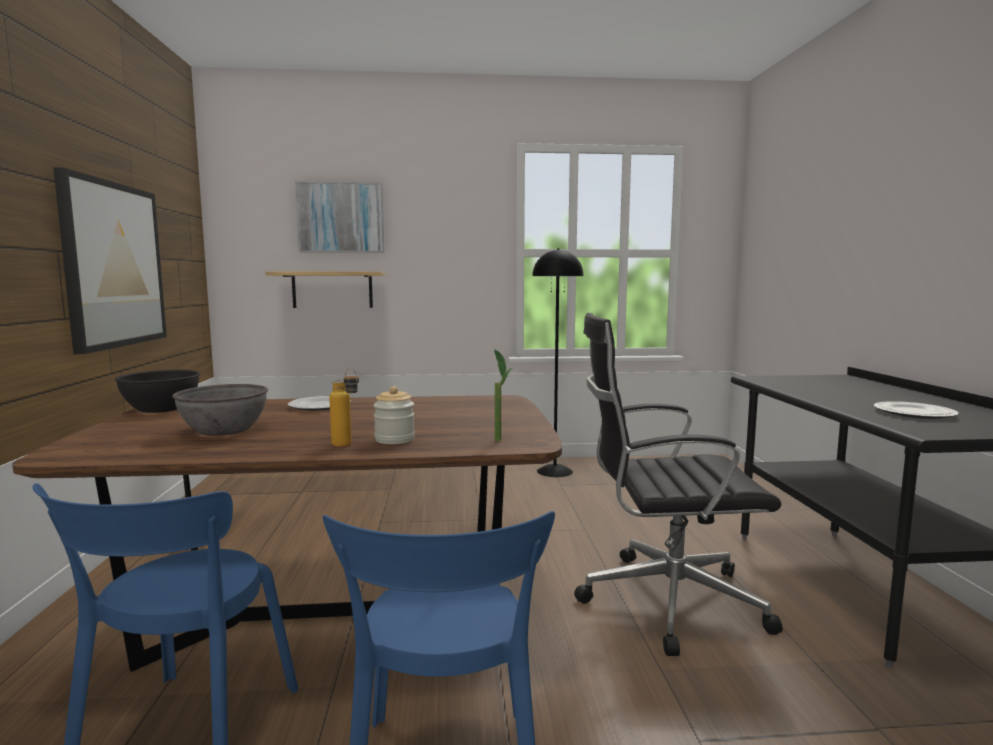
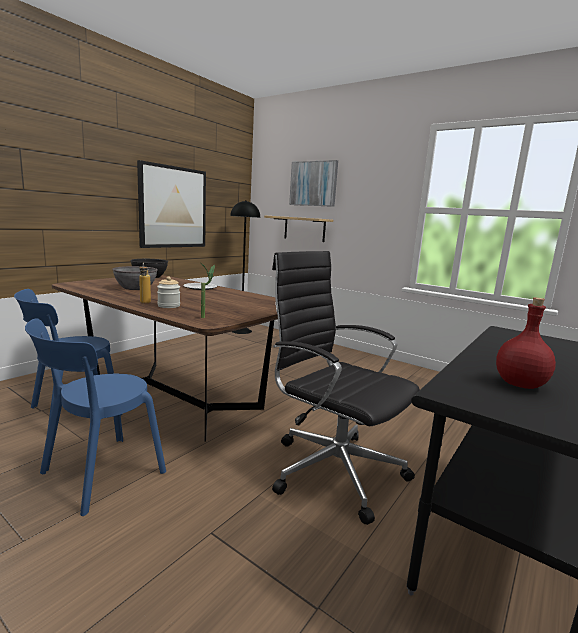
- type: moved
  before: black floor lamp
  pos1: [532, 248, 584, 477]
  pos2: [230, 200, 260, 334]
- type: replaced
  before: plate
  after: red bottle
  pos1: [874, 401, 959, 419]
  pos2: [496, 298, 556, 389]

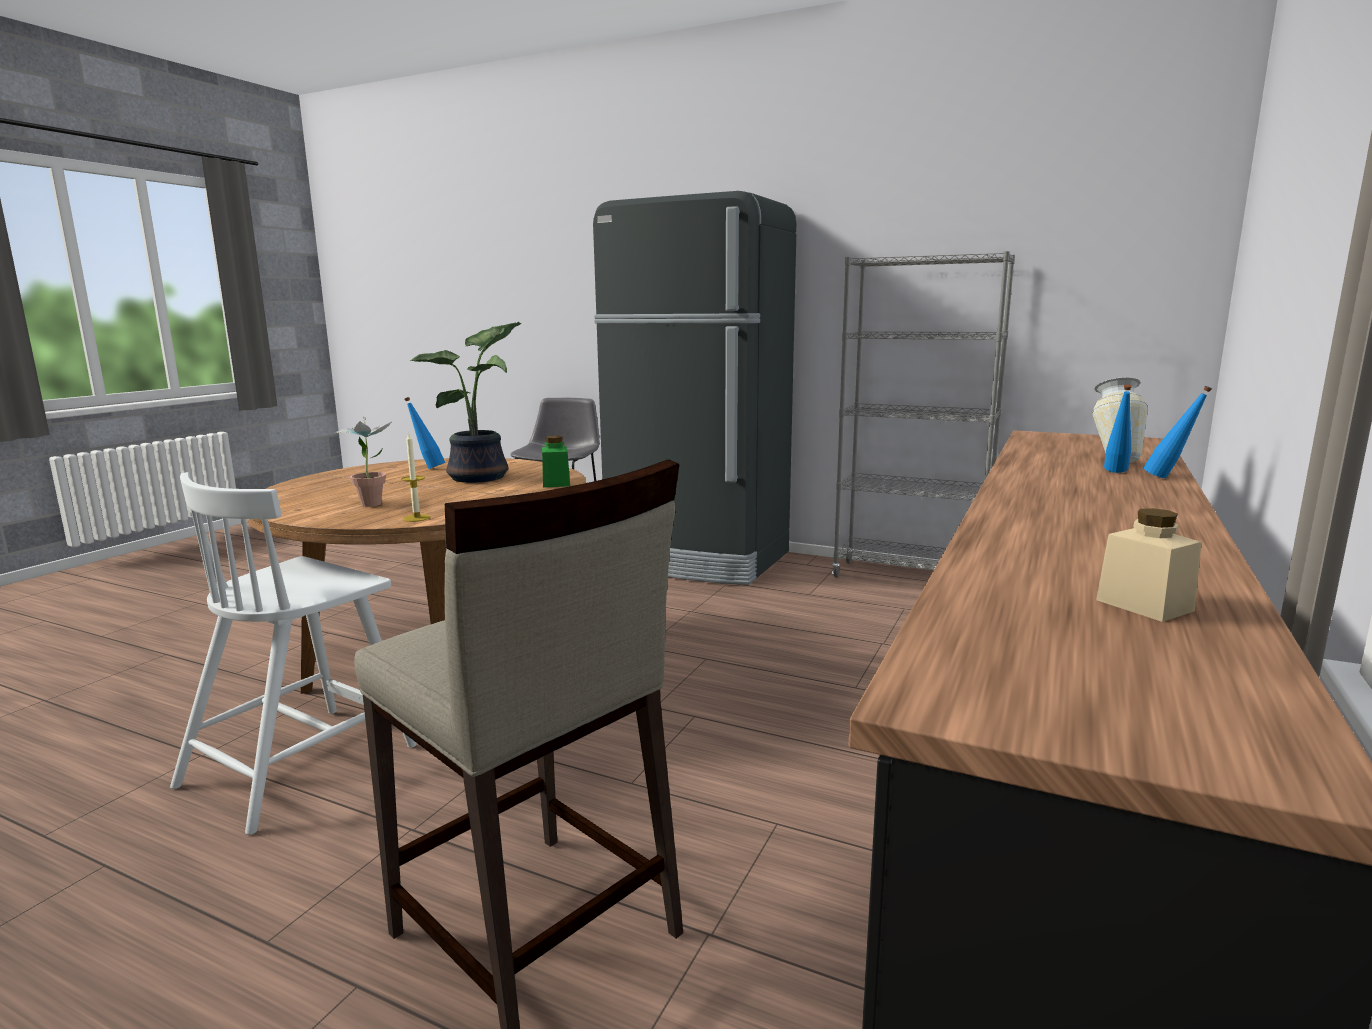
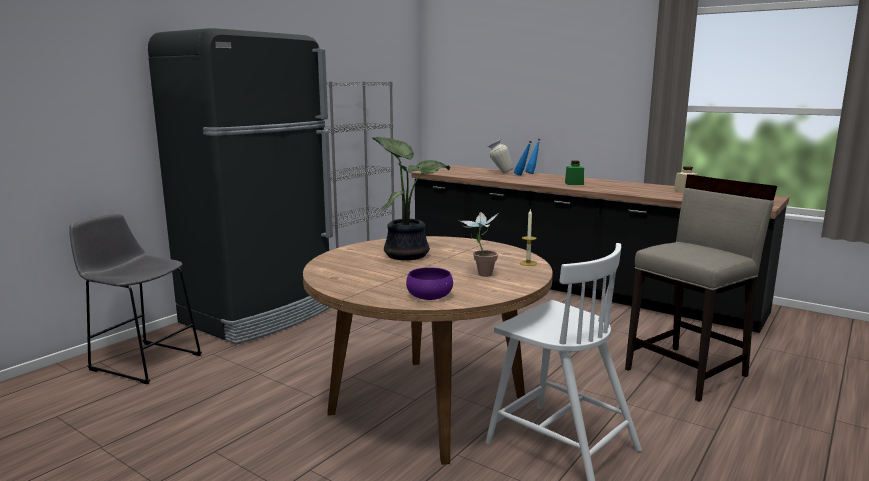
- type: added
  after: purple bowl
  pos2: [406, 267, 453, 300]
- type: moved
  before: green jar
  pos1: [542, 436, 570, 488]
  pos2: [565, 160, 584, 185]
- type: removed
  before: blue bottle
  pos1: [404, 397, 445, 469]

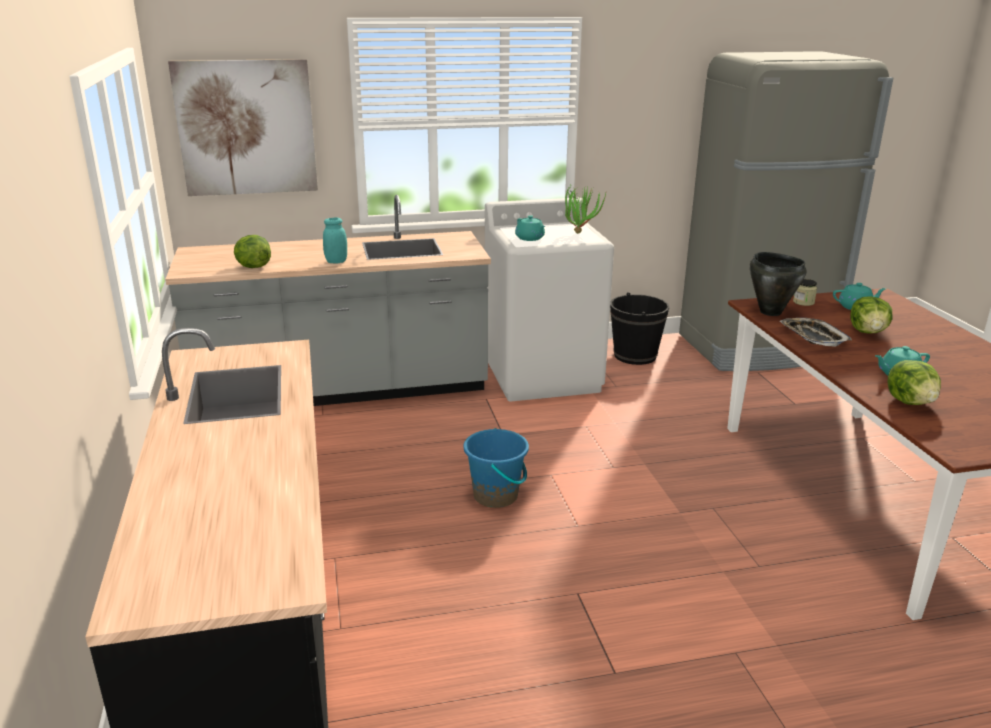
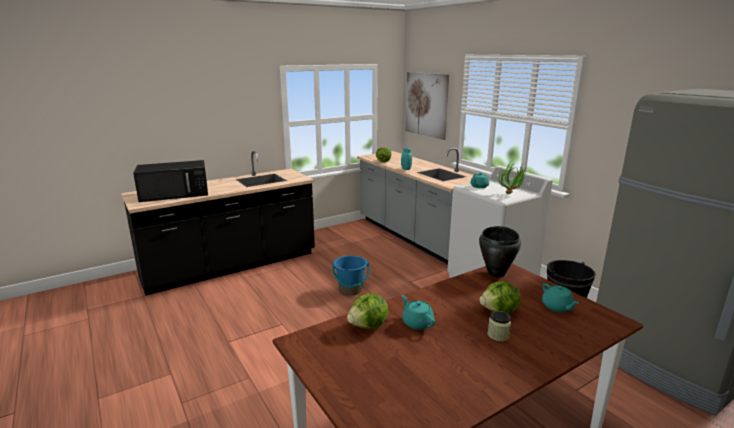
- type: added
  after: black microwave
  pos2: [133, 160, 208, 202]
- type: moved
  before: jar
  pos1: [793, 279, 817, 306]
  pos2: [488, 311, 511, 341]
- type: removed
  before: tray
  pos1: [780, 318, 852, 347]

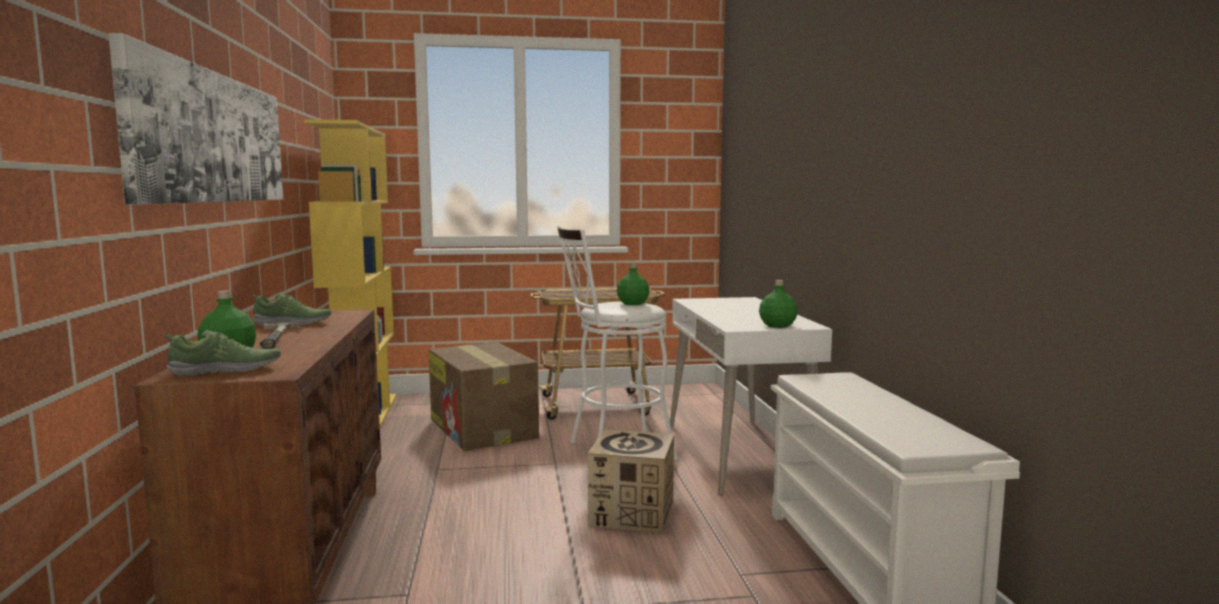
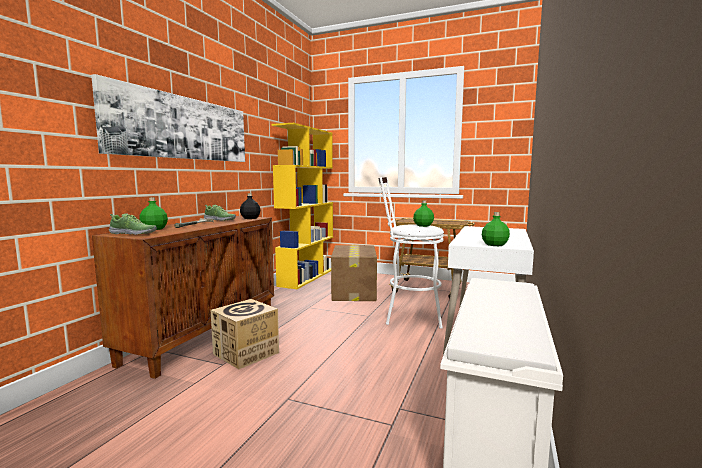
- type: moved
  before: cardboard box
  pos1: [588, 429, 674, 533]
  pos2: [211, 299, 279, 369]
- type: added
  after: black bottle
  pos2: [240, 193, 260, 219]

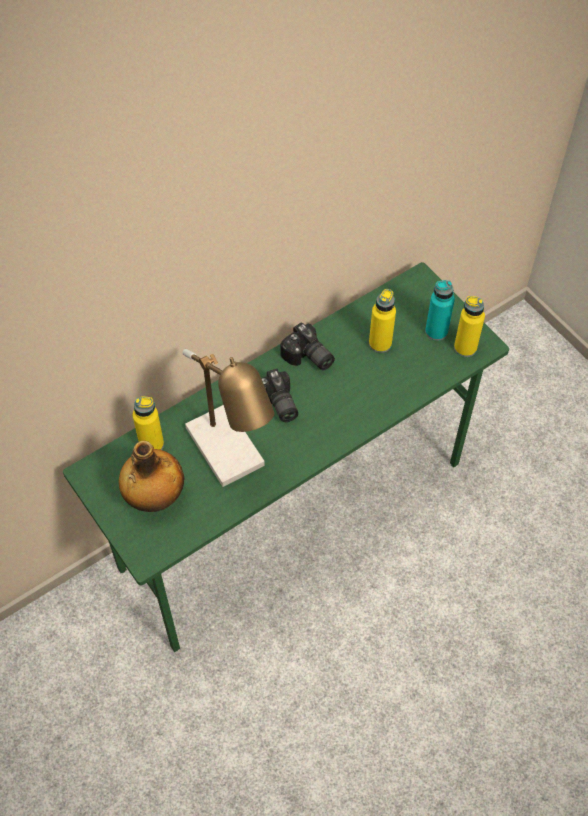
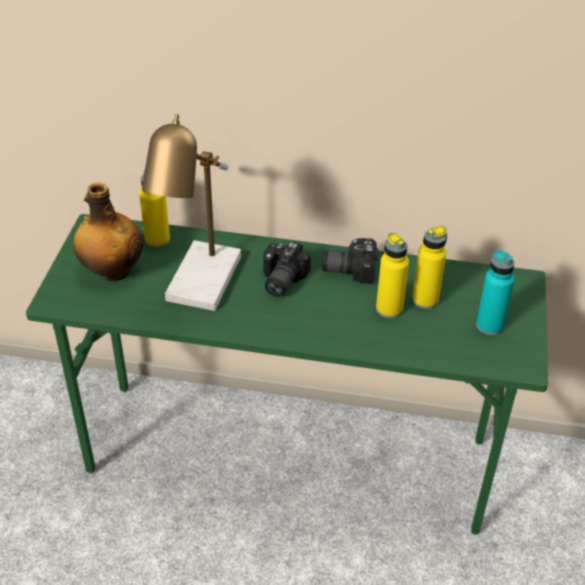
- type: turned
  before: photo camera
  pos1: [280, 322, 335, 370]
  pos2: [323, 238, 378, 284]
  turn: 90
- type: moved
  before: yellow bottle
  pos1: [454, 296, 485, 357]
  pos2: [376, 233, 409, 318]

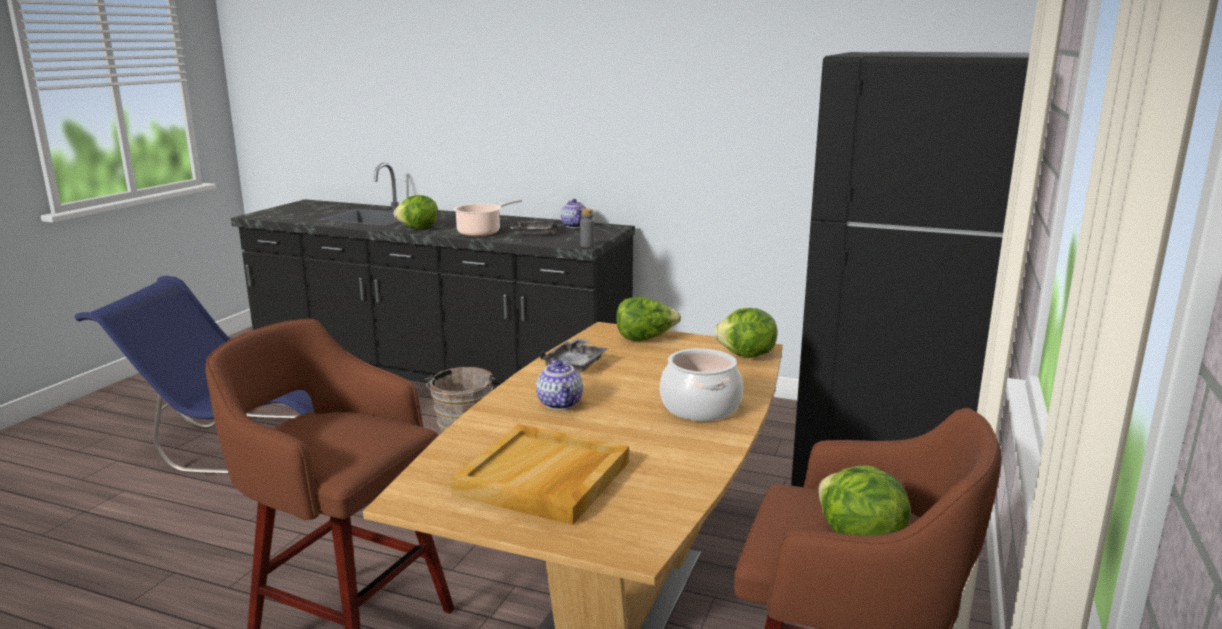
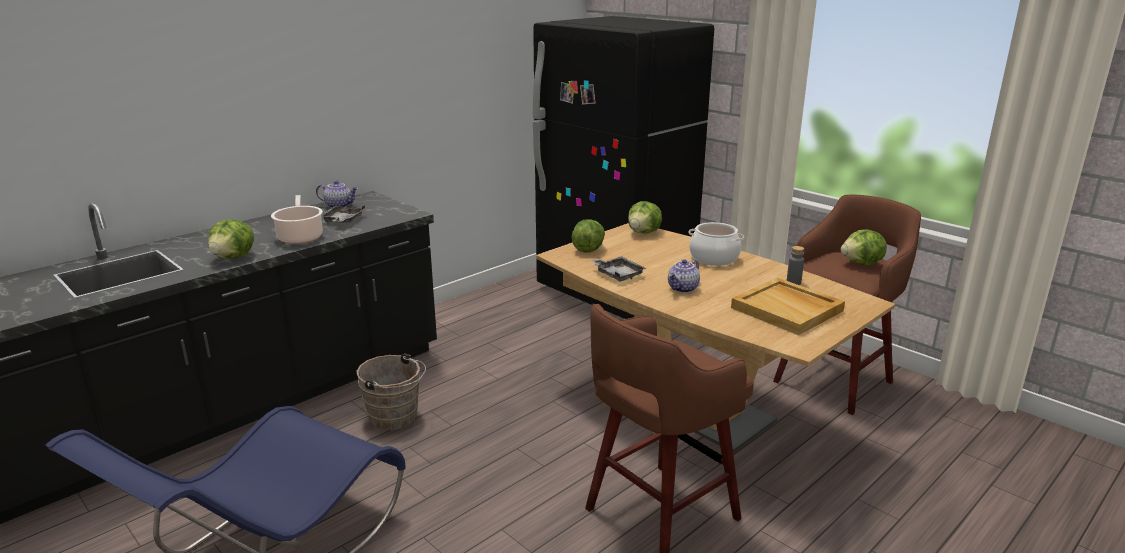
- type: turned
  before: teapot
  pos1: [536, 358, 583, 410]
  pos2: [668, 259, 700, 293]
  turn: 120
- type: moved
  before: grey bottle
  pos1: [580, 209, 594, 247]
  pos2: [787, 246, 804, 285]

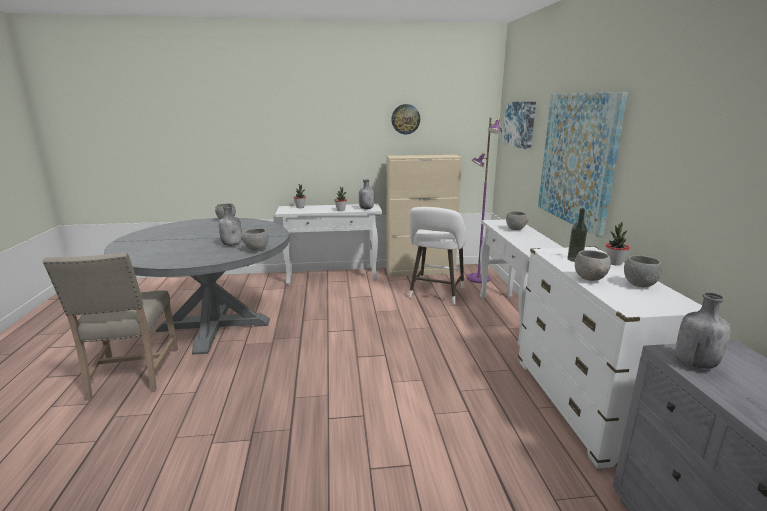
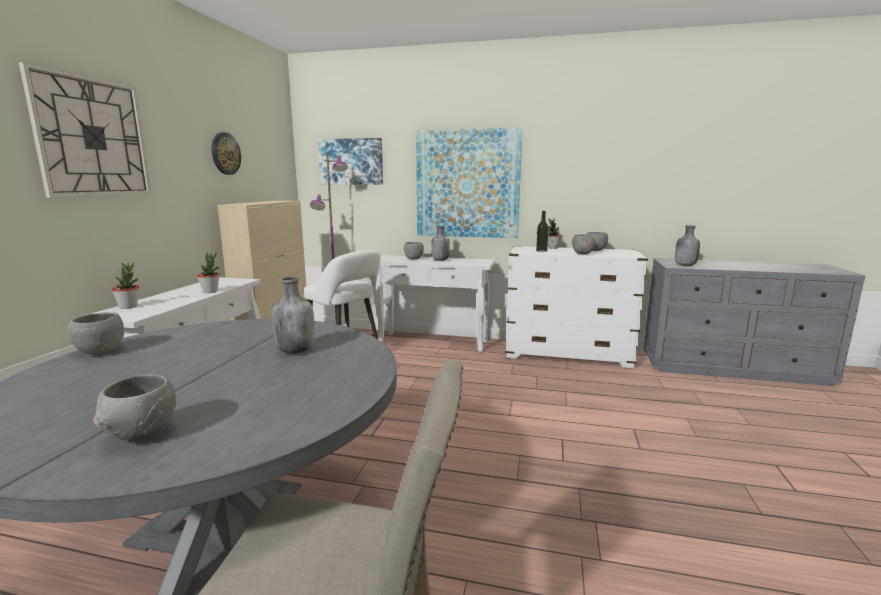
- type: added
  after: wall clock
  pos2: [19, 62, 152, 198]
- type: moved
  before: grey bowl
  pos1: [241, 228, 268, 251]
  pos2: [93, 374, 176, 442]
- type: moved
  before: grey bottle
  pos1: [359, 179, 374, 209]
  pos2: [431, 226, 450, 261]

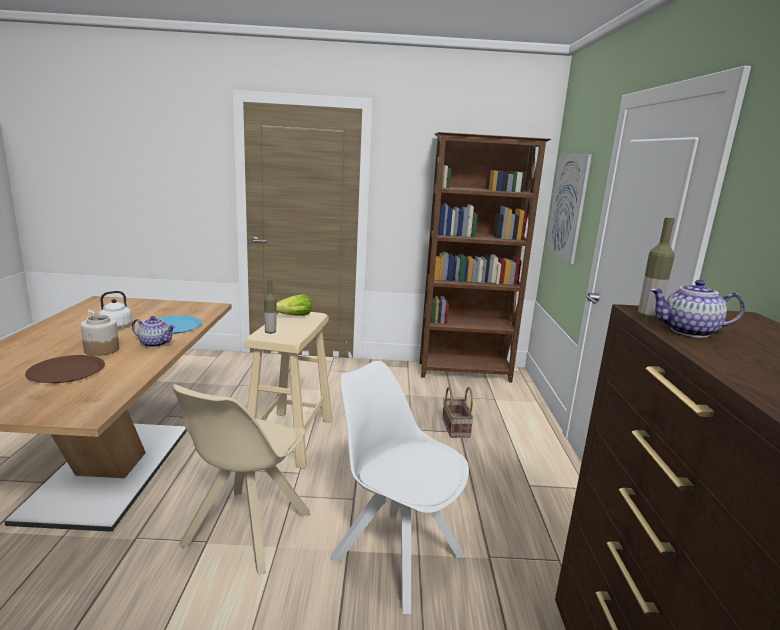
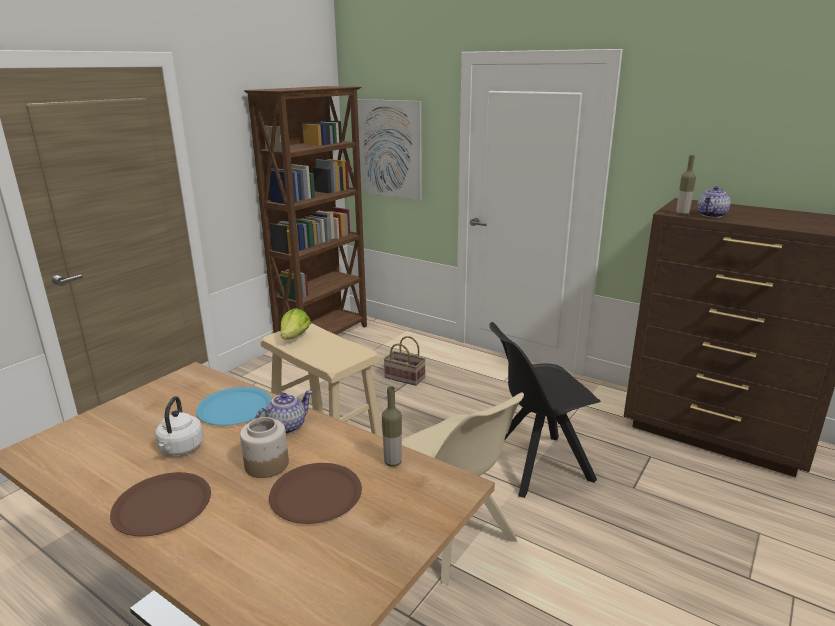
- type: added
  after: brown plate
  pos2: [110, 472, 211, 536]
- type: moved
  before: bottle
  pos1: [264, 280, 277, 334]
  pos2: [382, 386, 402, 467]
- type: recoloured
  before: white chair
  after: black chair
  pos1: [330, 361, 469, 614]
  pos2: [489, 322, 601, 498]

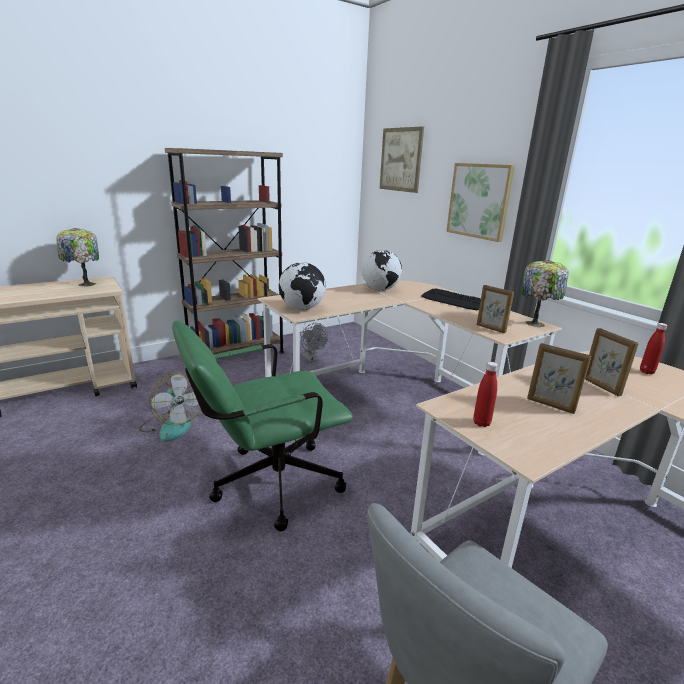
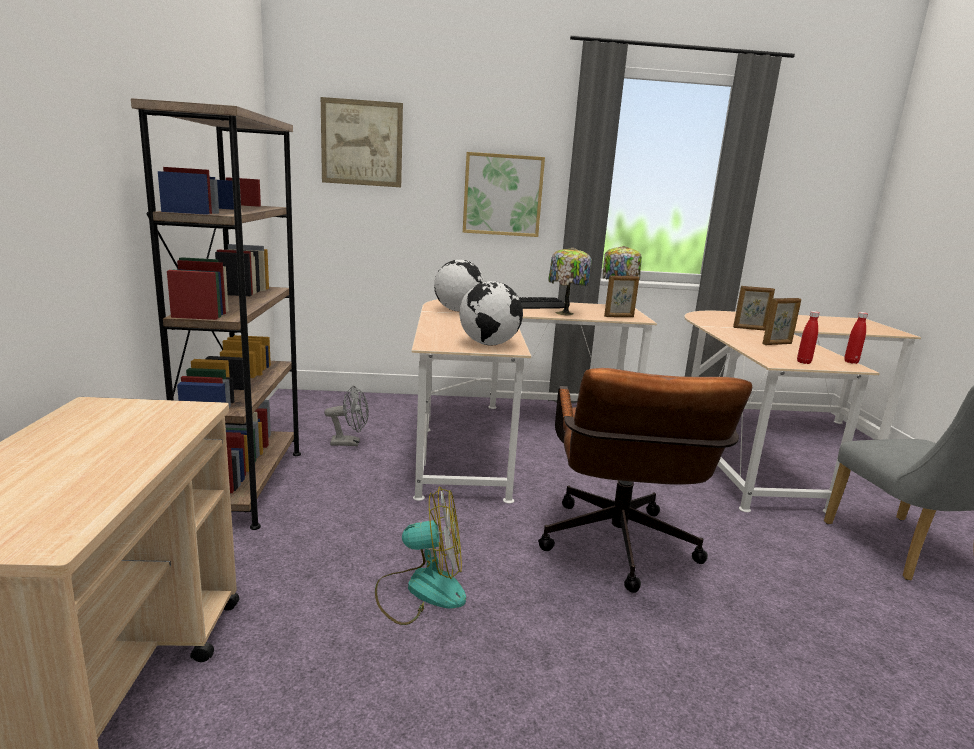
- type: recoloured
  before: green office chair
  after: brown office chair
  pos1: [172, 320, 353, 531]
  pos2: [538, 368, 752, 593]
- type: moved
  before: table lamp
  pos1: [56, 228, 99, 287]
  pos2: [548, 247, 592, 315]
- type: moved
  before: red bottle
  pos1: [640, 323, 668, 374]
  pos2: [844, 312, 868, 364]

